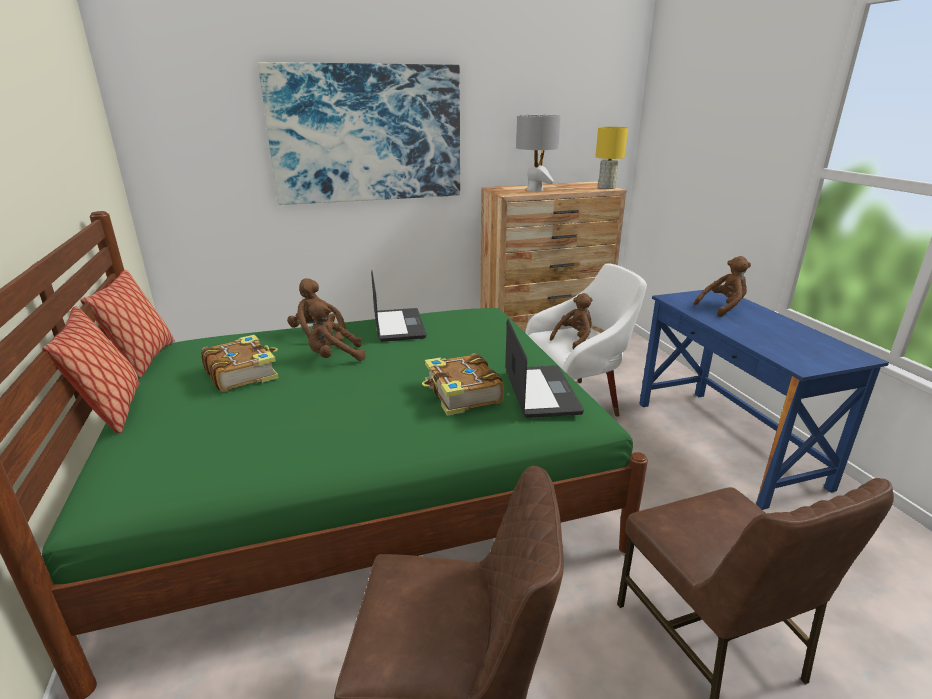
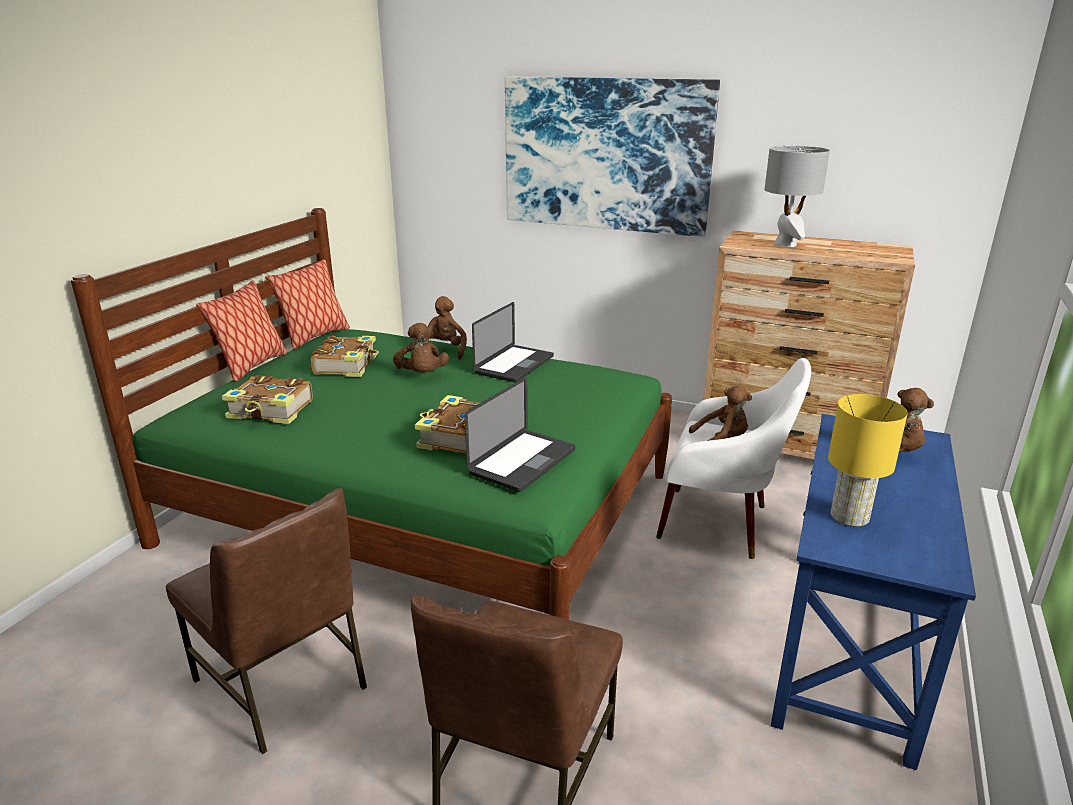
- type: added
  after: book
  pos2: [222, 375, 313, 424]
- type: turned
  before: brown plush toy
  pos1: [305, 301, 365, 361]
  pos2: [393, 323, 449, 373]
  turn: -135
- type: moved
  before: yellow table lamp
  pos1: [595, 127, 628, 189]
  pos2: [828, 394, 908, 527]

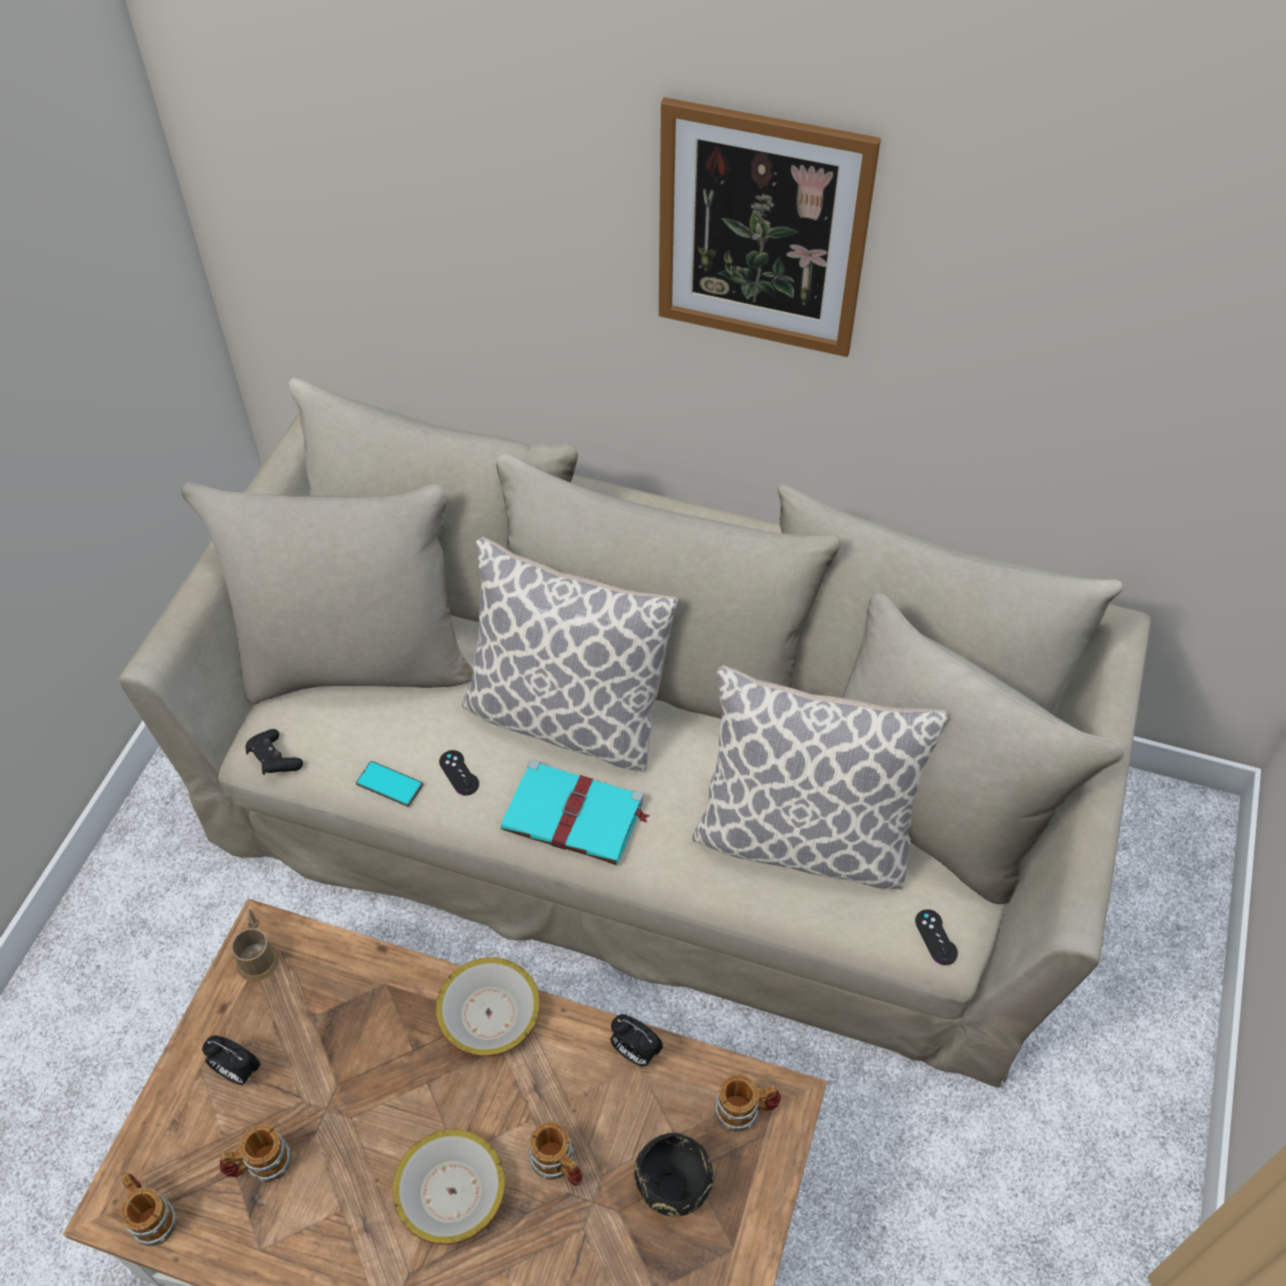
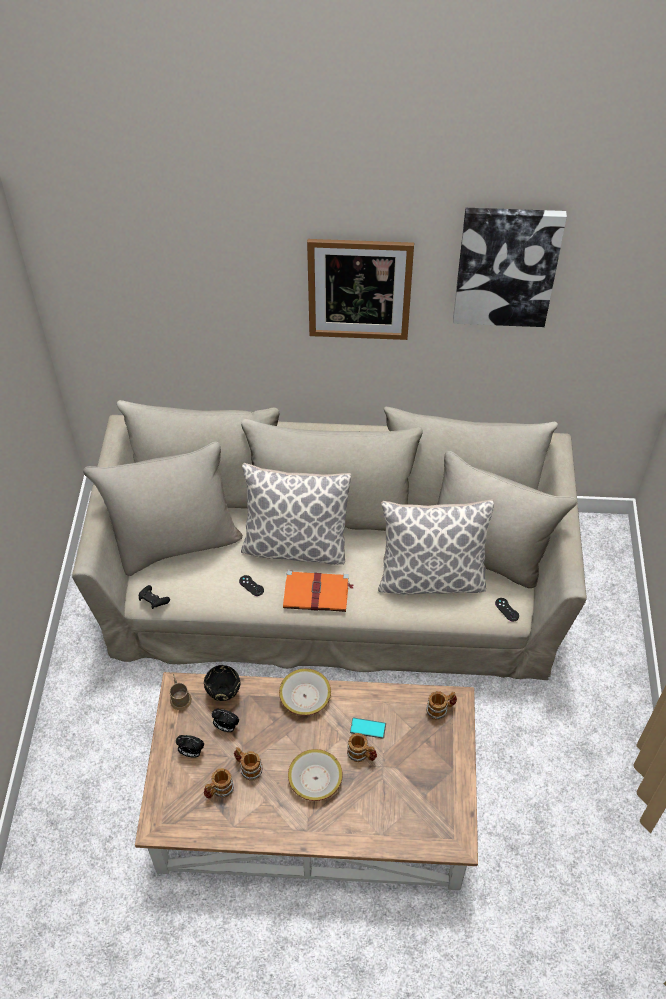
- type: moved
  before: black bowl
  pos1: [634, 1133, 713, 1216]
  pos2: [204, 665, 240, 701]
- type: moved
  before: alarm clock
  pos1: [610, 1014, 663, 1067]
  pos2: [212, 708, 239, 732]
- type: moved
  before: mug
  pos1: [120, 1172, 178, 1246]
  pos2: [234, 747, 262, 781]
- type: recoloured
  before: turquoise book
  after: orange book
  pos1: [501, 759, 650, 865]
  pos2: [283, 570, 353, 612]
- type: moved
  before: phone
  pos1: [356, 761, 424, 807]
  pos2: [350, 718, 386, 739]
- type: added
  after: picture
  pos2: [453, 208, 567, 327]

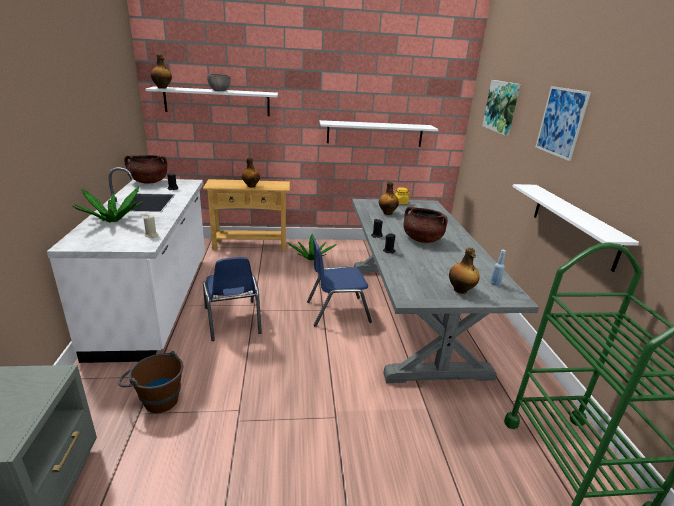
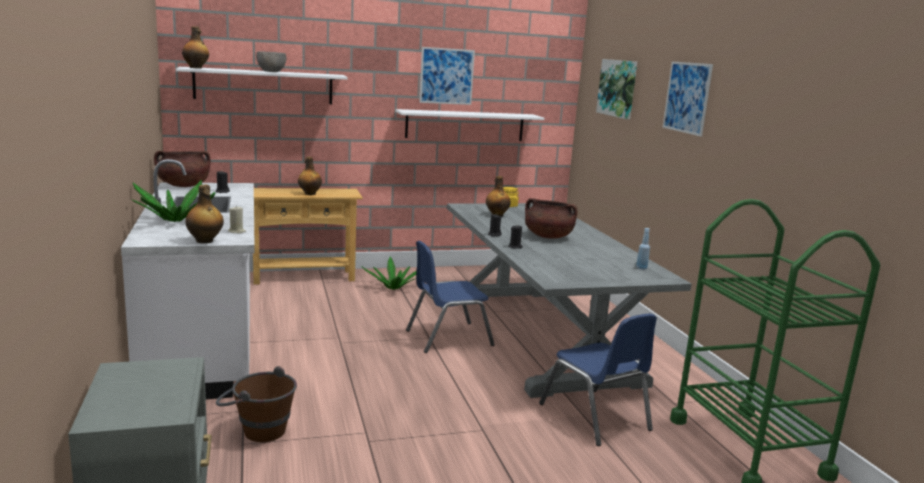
- type: moved
  before: bottle
  pos1: [449, 248, 480, 294]
  pos2: [185, 185, 224, 243]
- type: added
  after: picture
  pos2: [419, 47, 475, 105]
- type: moved
  before: blue chair
  pos1: [203, 257, 262, 341]
  pos2: [539, 314, 657, 446]
- type: removed
  before: white shelf
  pos1: [512, 184, 639, 272]

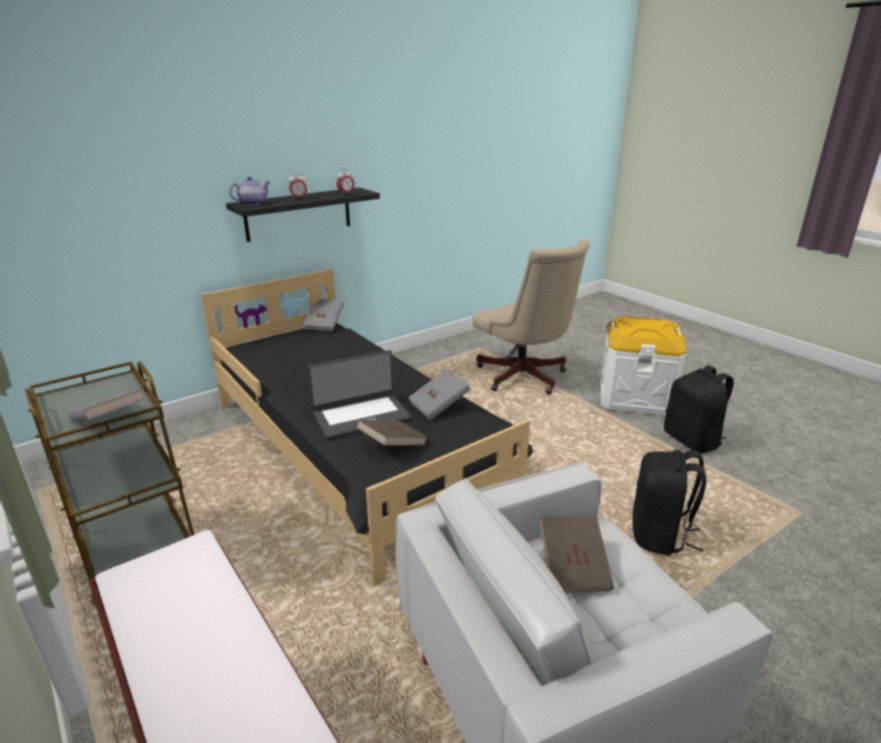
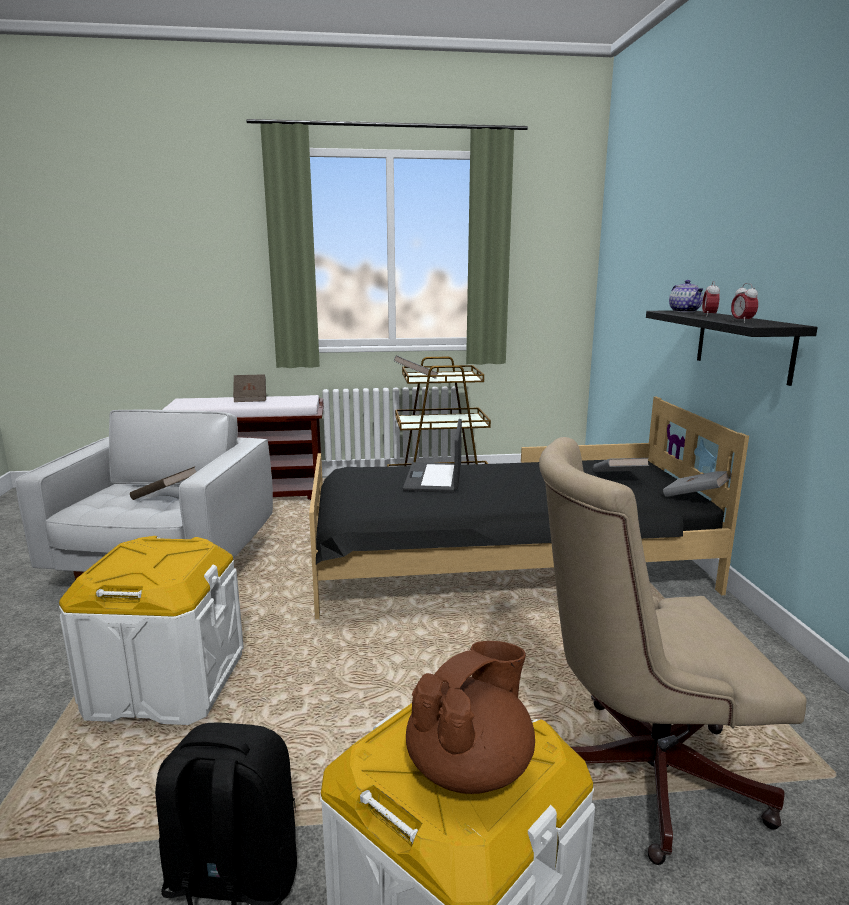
- type: replaced
  before: black backpack
  after: white storage box
  pos1: [632, 450, 706, 555]
  pos2: [59, 536, 244, 725]
- type: moved
  before: brown book
  pos1: [356, 420, 427, 446]
  pos2: [233, 374, 266, 402]
- type: added
  after: brown teapot
  pos2: [406, 641, 535, 794]
- type: moved
  before: grey book
  pos1: [408, 369, 470, 420]
  pos2: [593, 458, 649, 472]

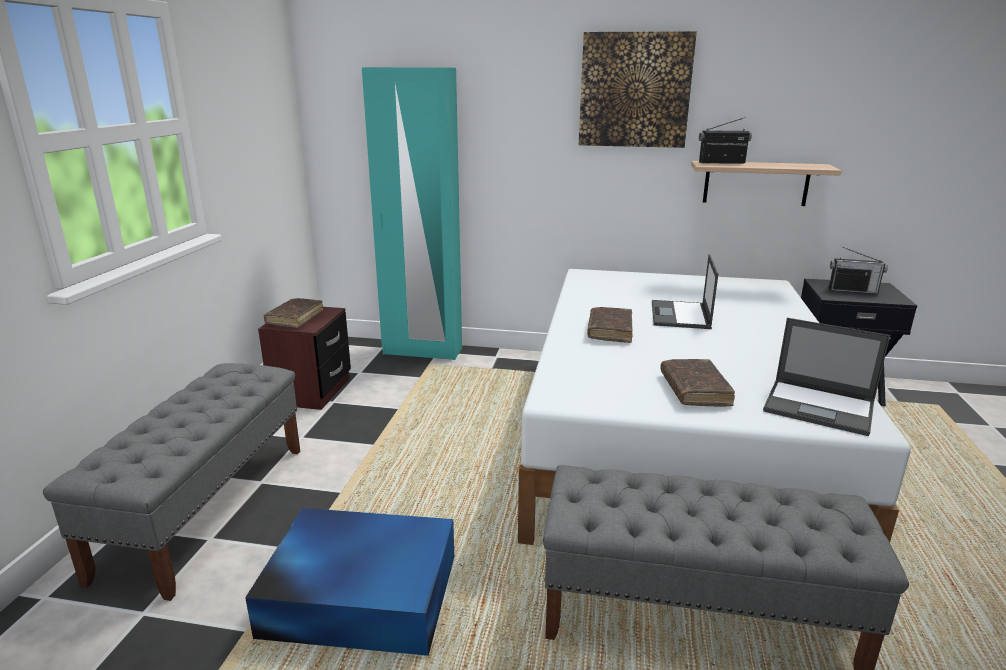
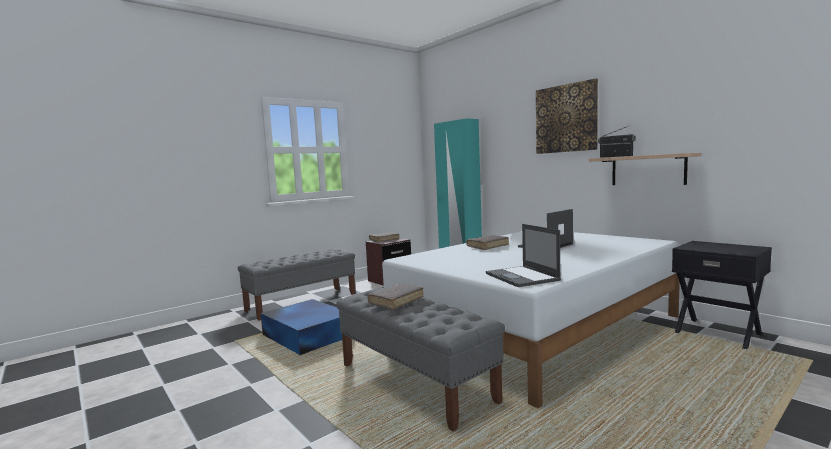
- type: moved
  before: brown book
  pos1: [661, 359, 735, 407]
  pos2: [367, 284, 424, 310]
- type: removed
  before: radio
  pos1: [829, 247, 888, 294]

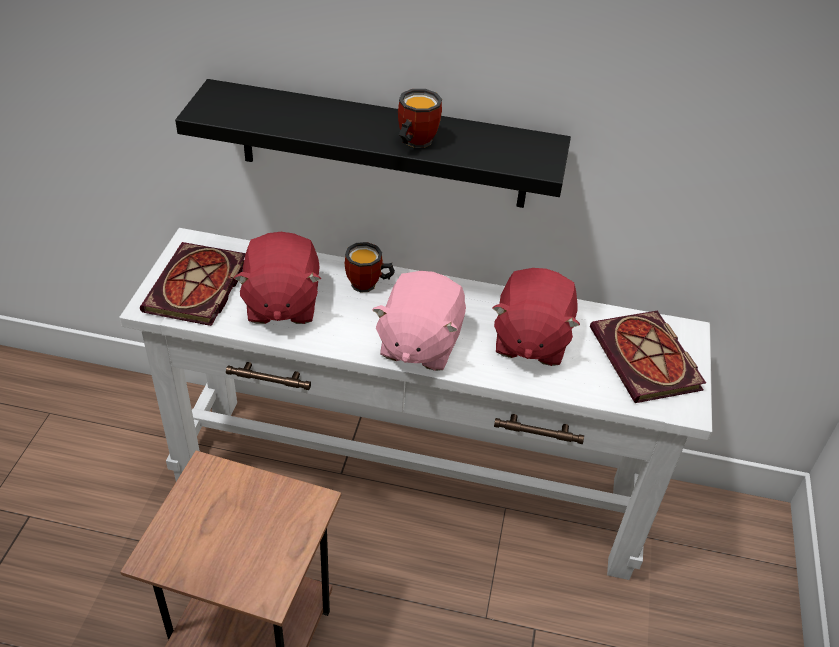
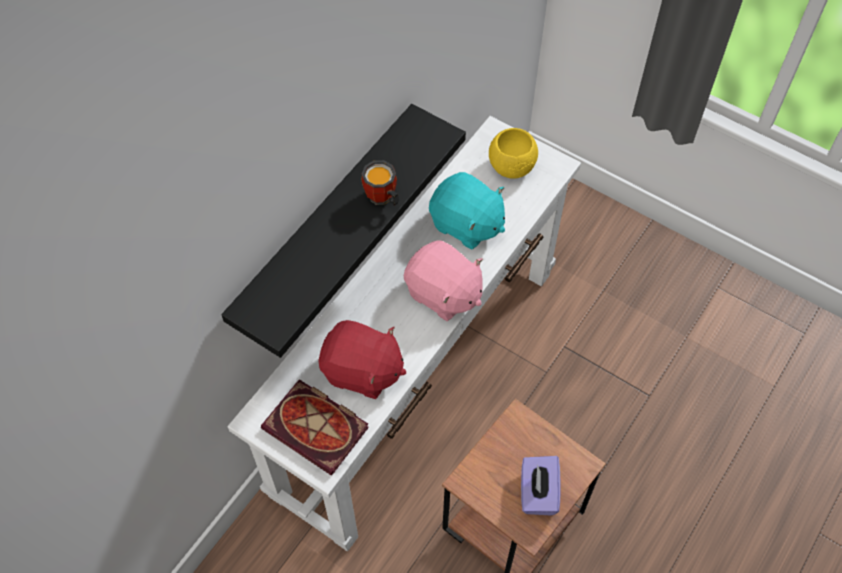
- type: recoloured
  before: red plush toy
  after: turquoise plush toy
  pos1: [492, 268, 580, 366]
  pos2: [429, 172, 505, 250]
- type: replaced
  before: book
  after: yellow bowl
  pos1: [590, 310, 706, 403]
  pos2: [489, 128, 538, 179]
- type: added
  after: purple tissue box
  pos2: [521, 456, 560, 516]
- type: removed
  before: mug
  pos1: [345, 242, 395, 293]

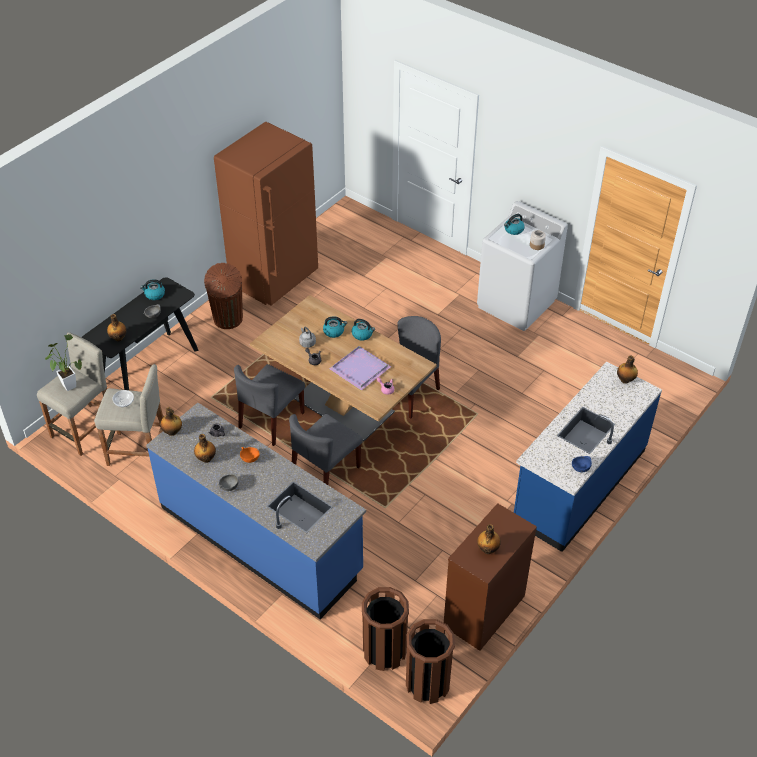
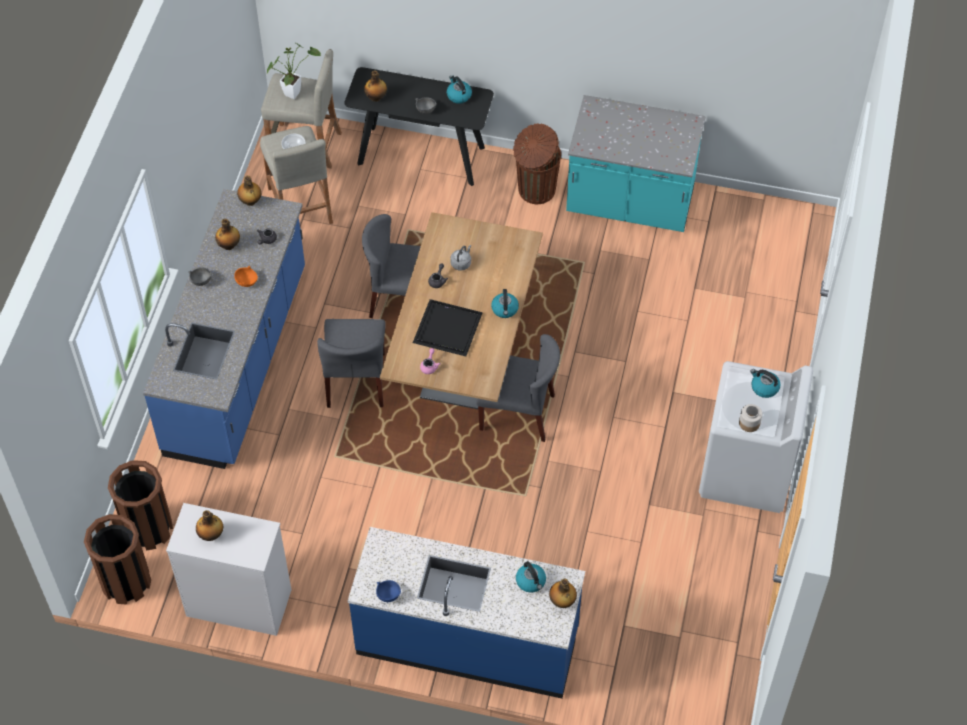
- type: recoloured
  before: brown dresser
  after: white dresser
  pos1: [444, 503, 537, 651]
  pos2: [166, 503, 292, 636]
- type: turned
  before: grey chair
  pos1: [289, 414, 363, 485]
  pos2: [317, 319, 386, 408]
  turn: -105
- type: recoloured
  before: purple tray
  after: black tray
  pos1: [329, 346, 391, 391]
  pos2: [413, 299, 483, 357]
- type: moved
  before: kettle
  pos1: [323, 316, 347, 338]
  pos2: [516, 561, 546, 593]
- type: replaced
  before: brown fridge
  after: turquoise counter
  pos1: [214, 122, 318, 306]
  pos2: [566, 95, 705, 232]

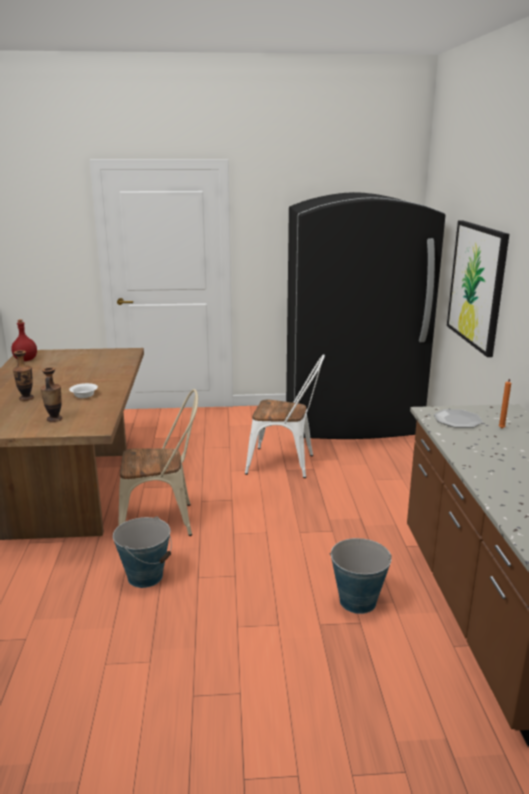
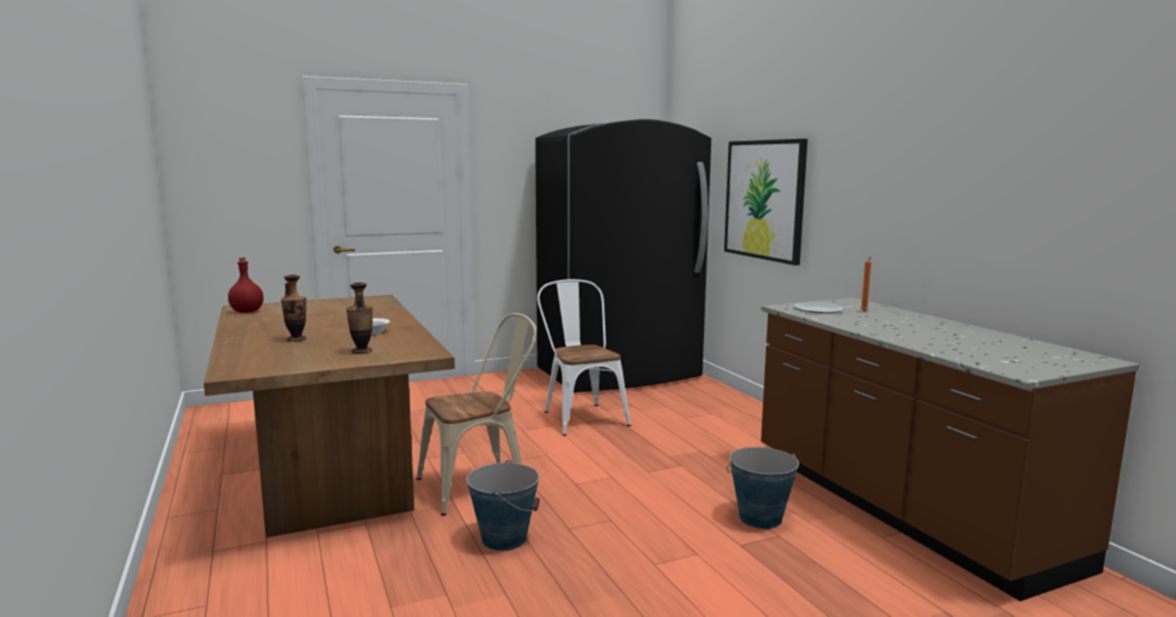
- type: turned
  before: white chair
  pos1: [245, 354, 325, 478]
  pos2: [537, 279, 631, 436]
  turn: -105

